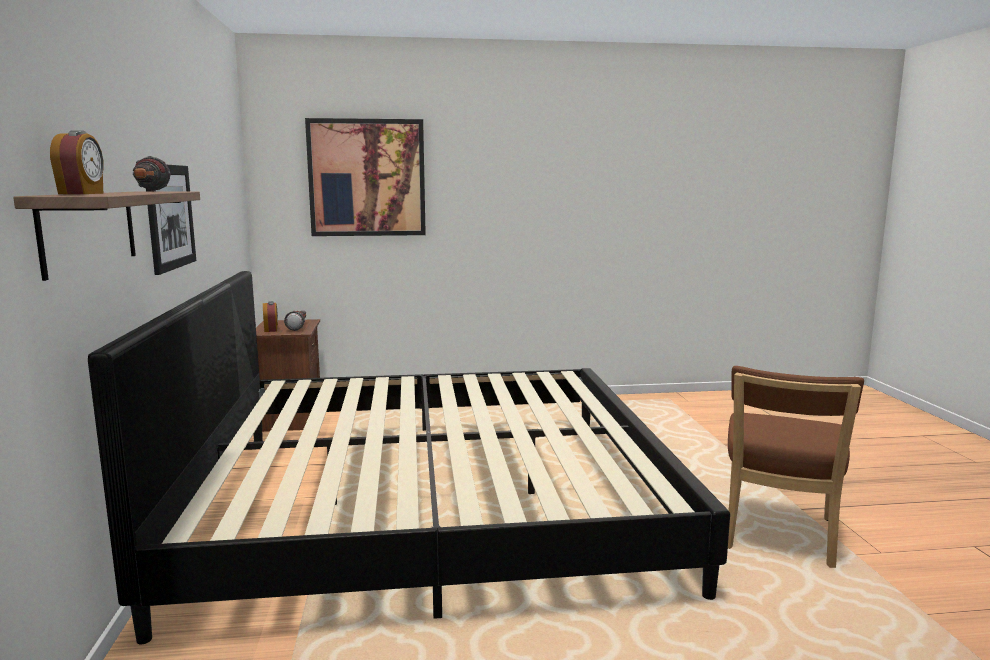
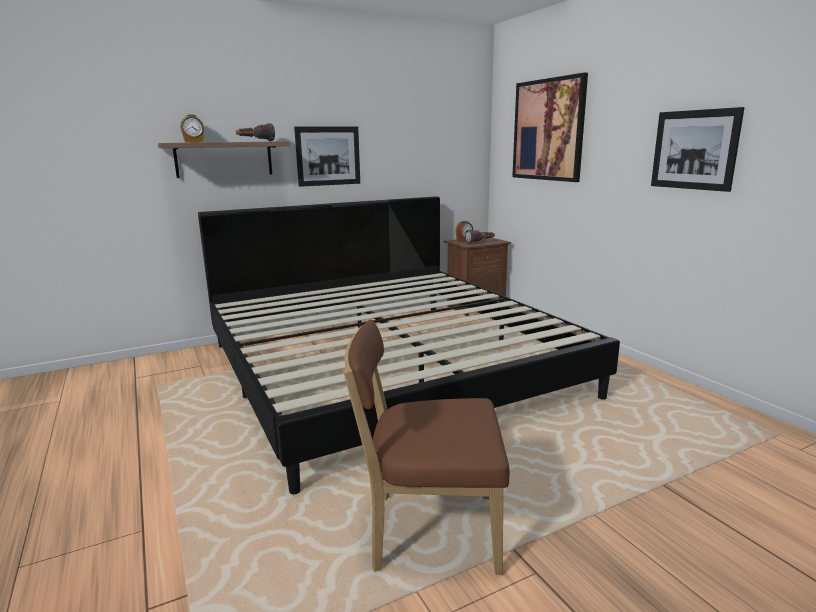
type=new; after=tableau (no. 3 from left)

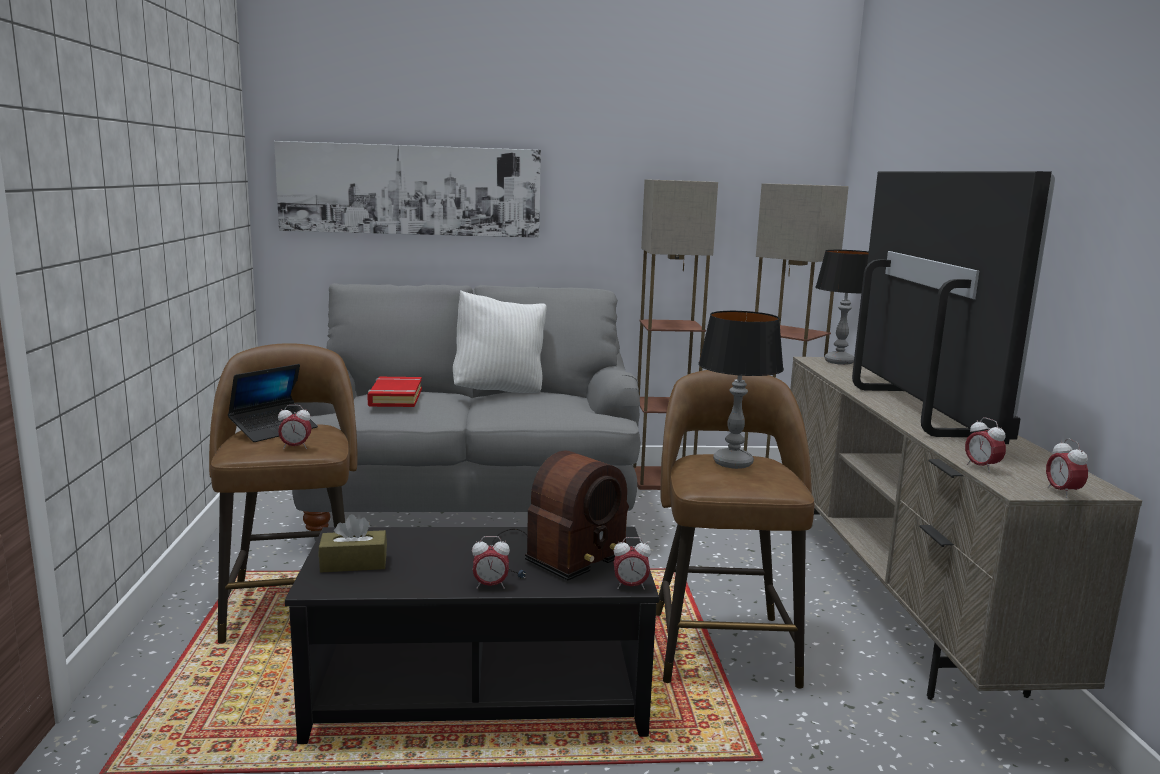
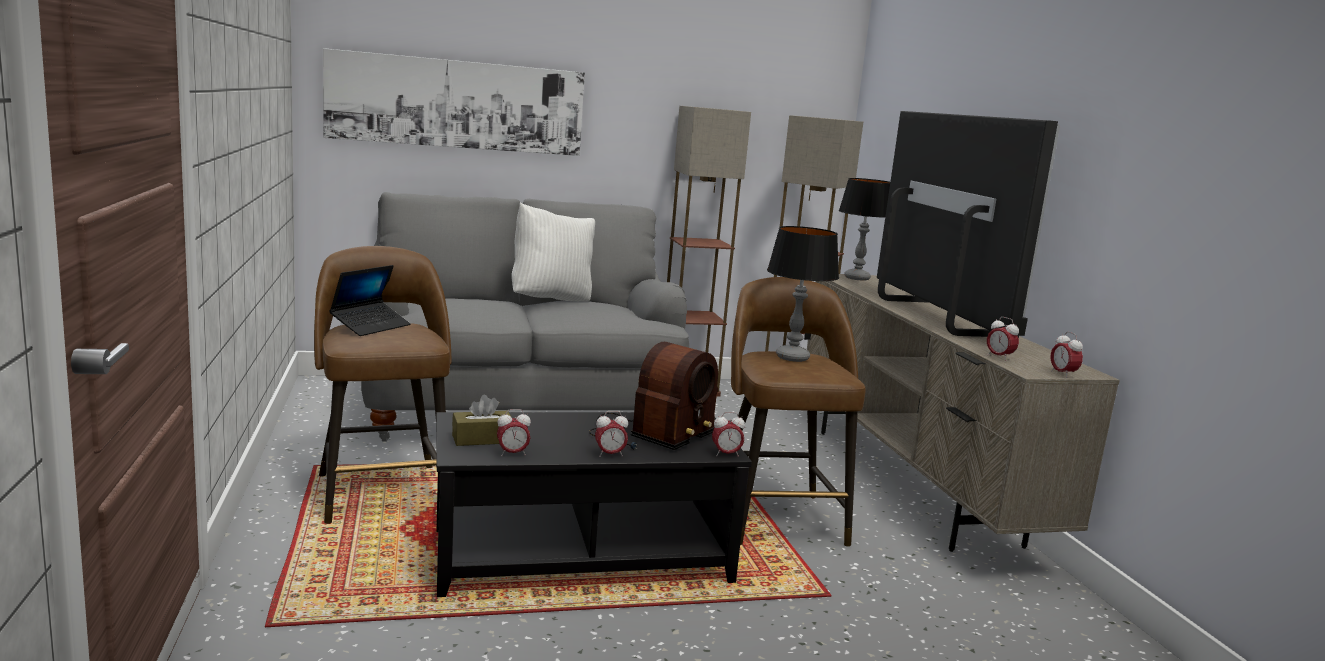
type=shifted; before=réveil (no. 1 from left)
type=gone; before=livre [rouge]

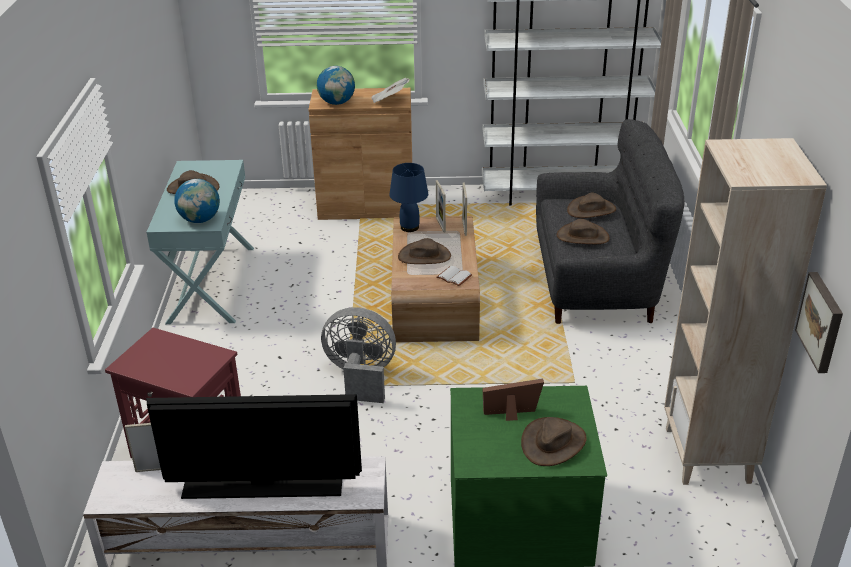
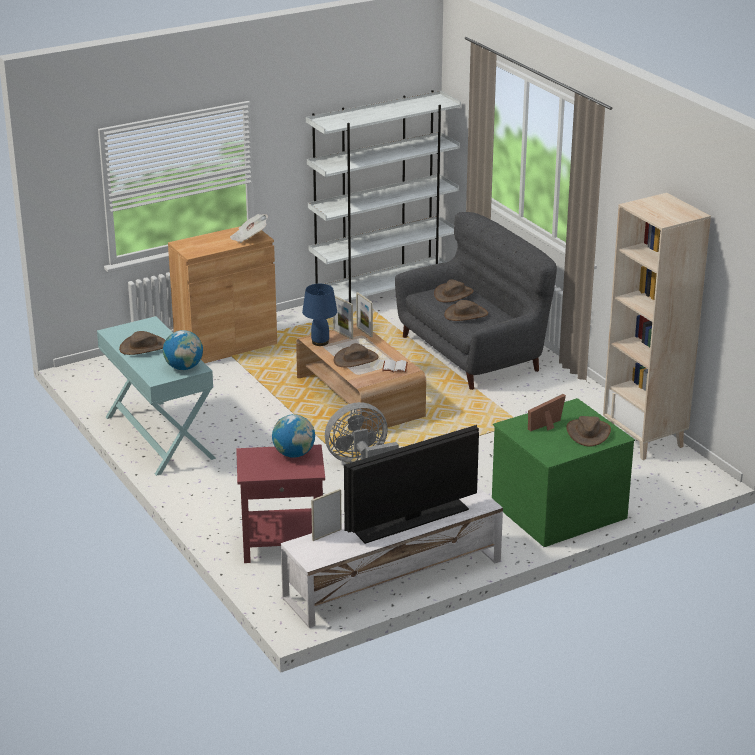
type=shifted; before=globe (no. 2 from left)
type=gone; before=tableau

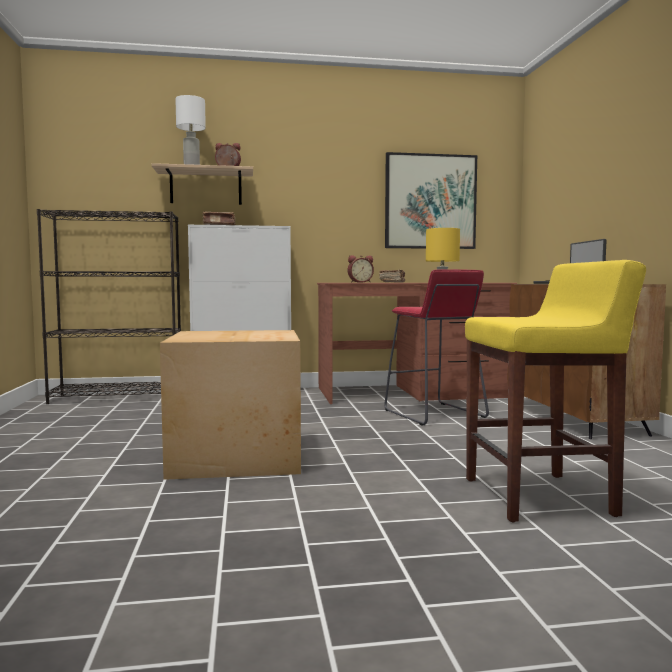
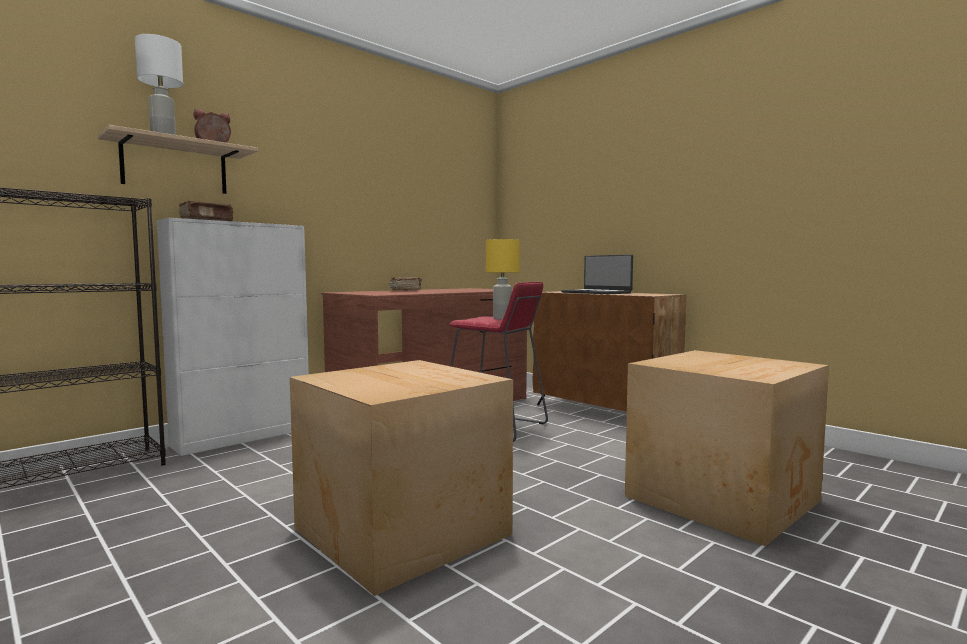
type=gone; before=réveil (no. 2 from left)
type=gone; before=tableau
type=swapped; before=tabouret [jaune]; after=carton (no. 2 from left)

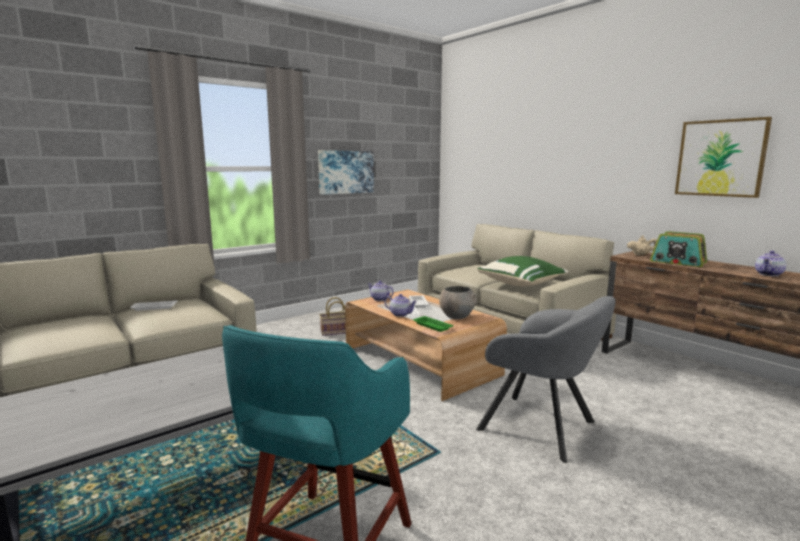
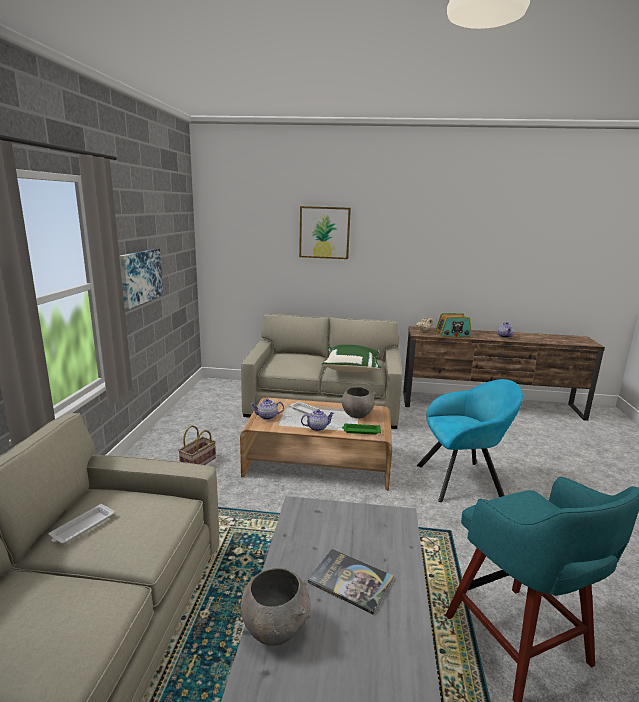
type=repainted; before=fauteuil [gris]; after=fauteuil [turquoise]
type=shifted; before=tableau (no. 2 from left)
type=new; after=bol [gris] (no. 1 from left)
type=new; after=livre

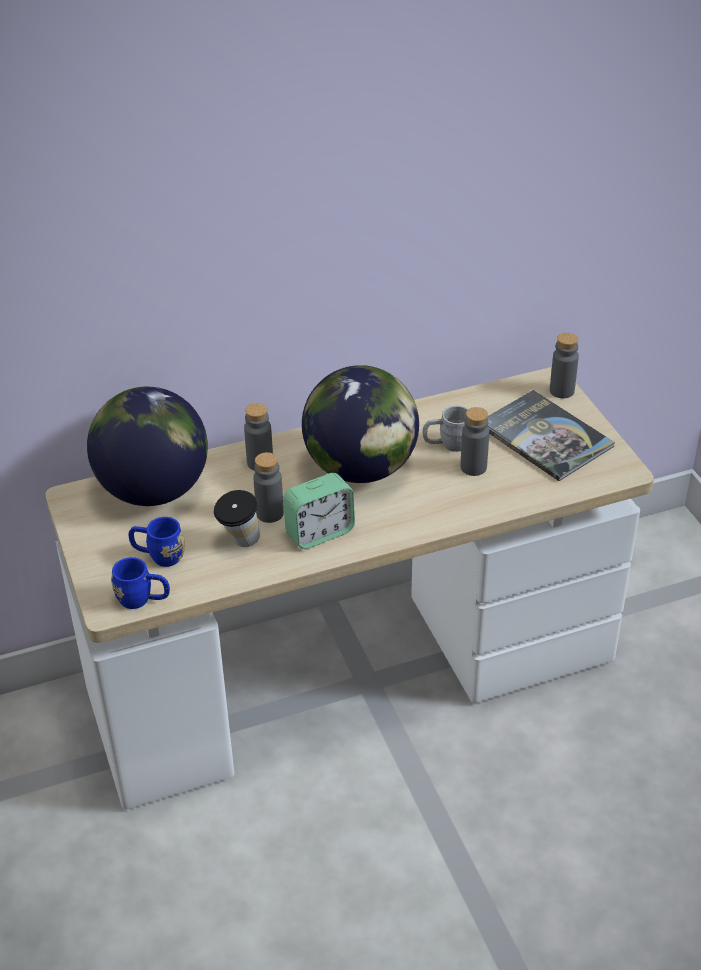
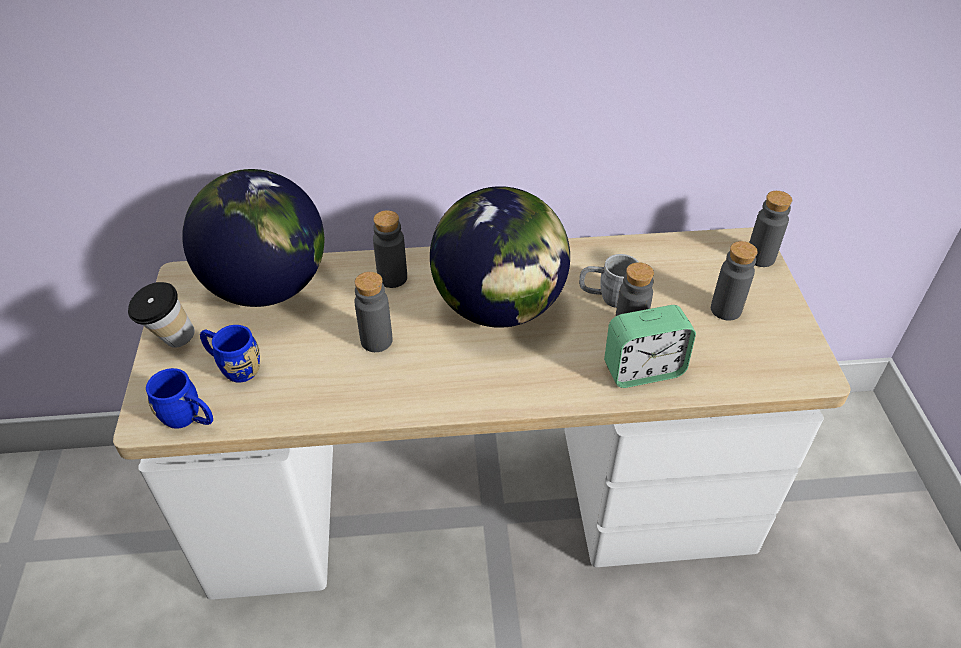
type=shifted; before=tasse
type=shifted; before=réveil
type=swapped; before=livre; after=bouteille [gris] (no. 4 from left)

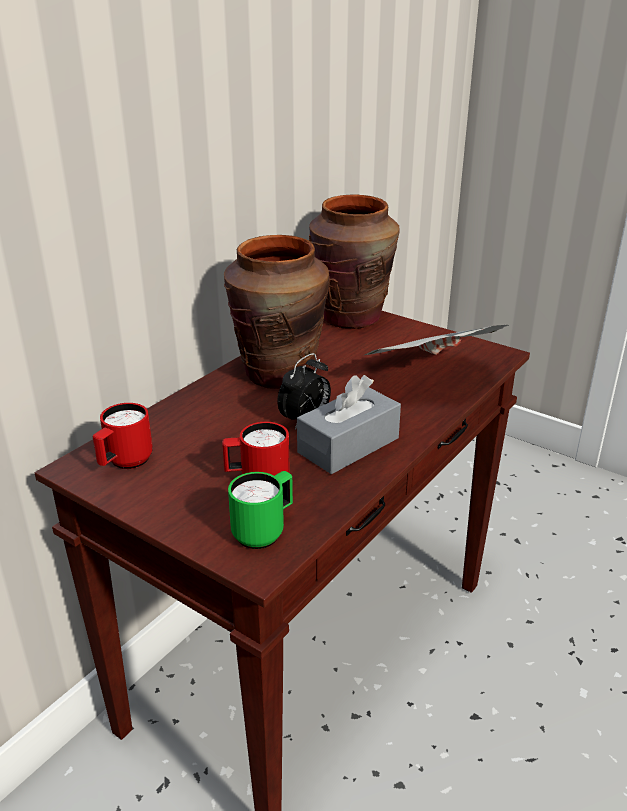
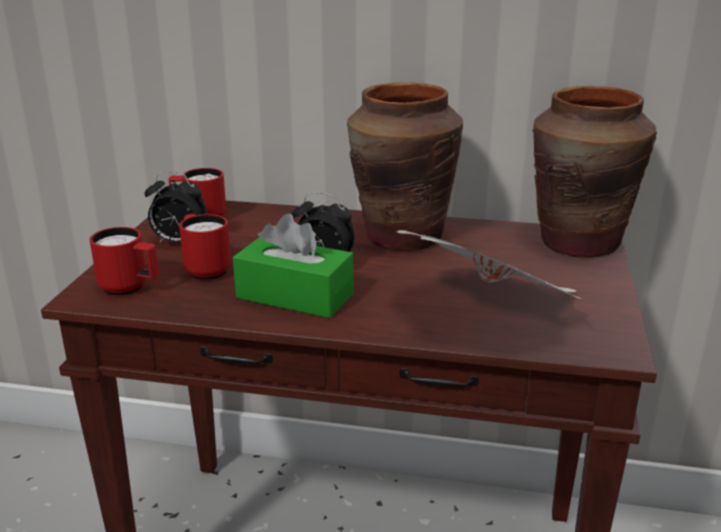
type=repainted; before=mug [vert]; after=mug [rouge] (no. 1 from left)
type=repainted; before=boîte à mouchoirs [gris]; after=boîte à mouchoirs [vert]
type=new; after=réveil (no. 1 from left)

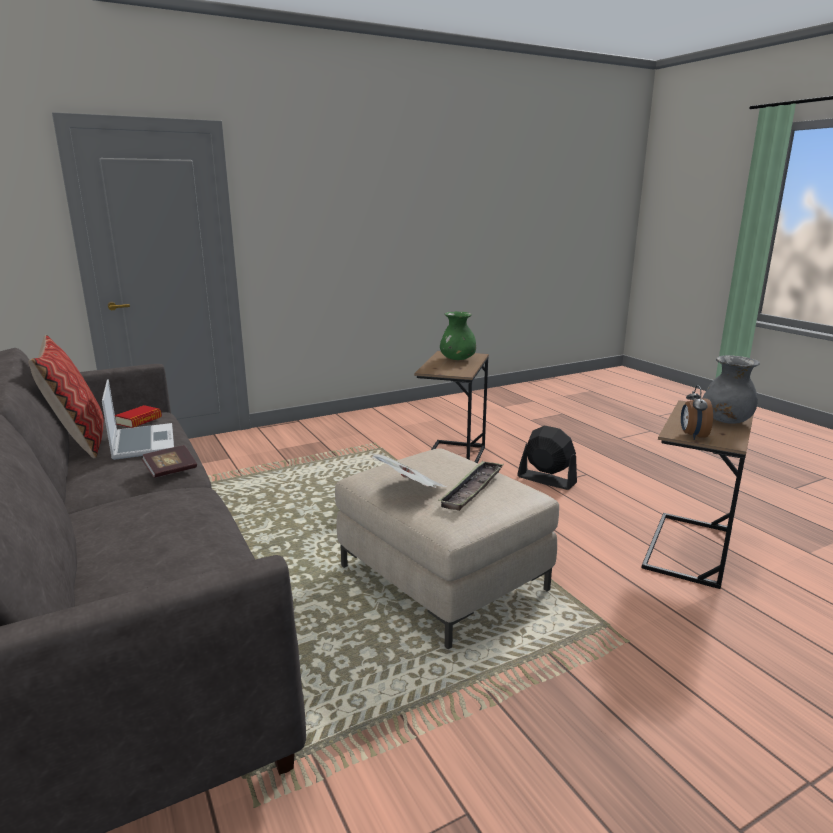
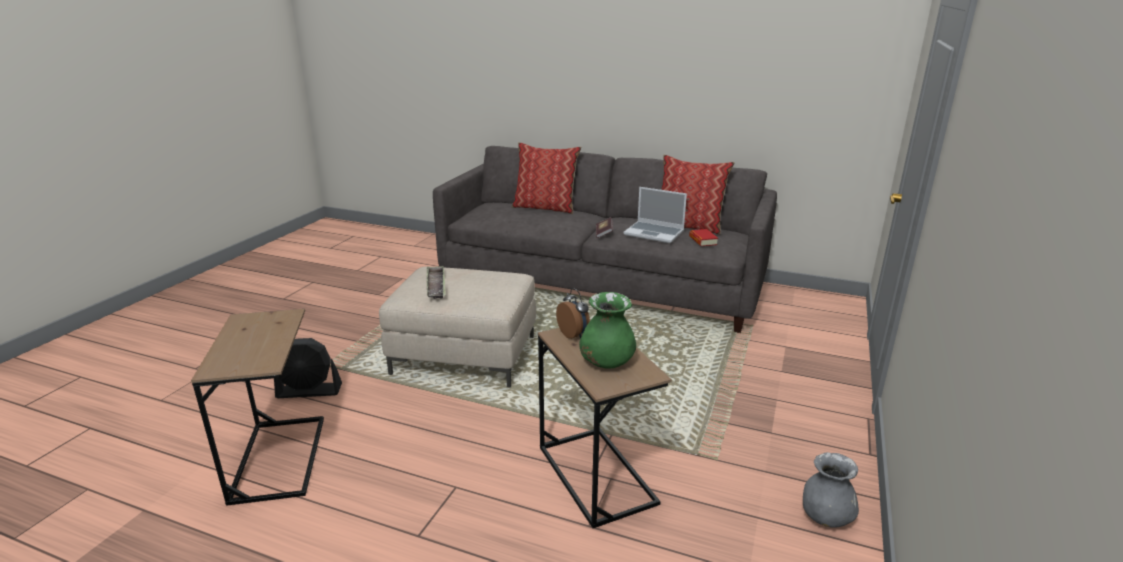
type=gone; before=journal
type=shifted; before=ventilateur [noir]
type=shifted; before=réveil
type=shifted; before=vase [gris]
type=new; after=coussin (no. 1 from left)

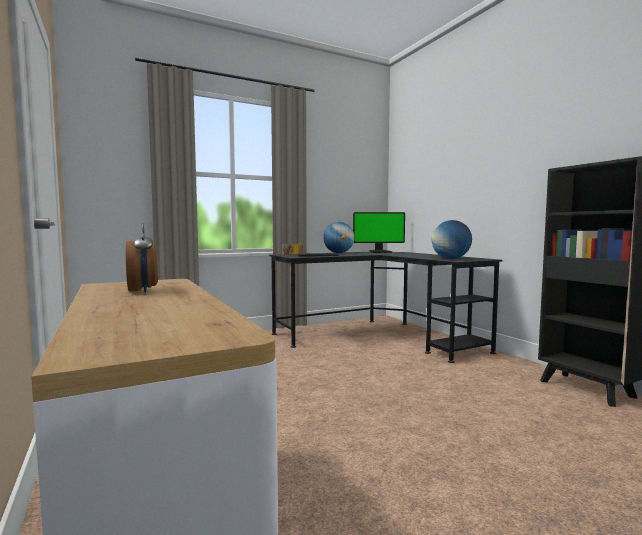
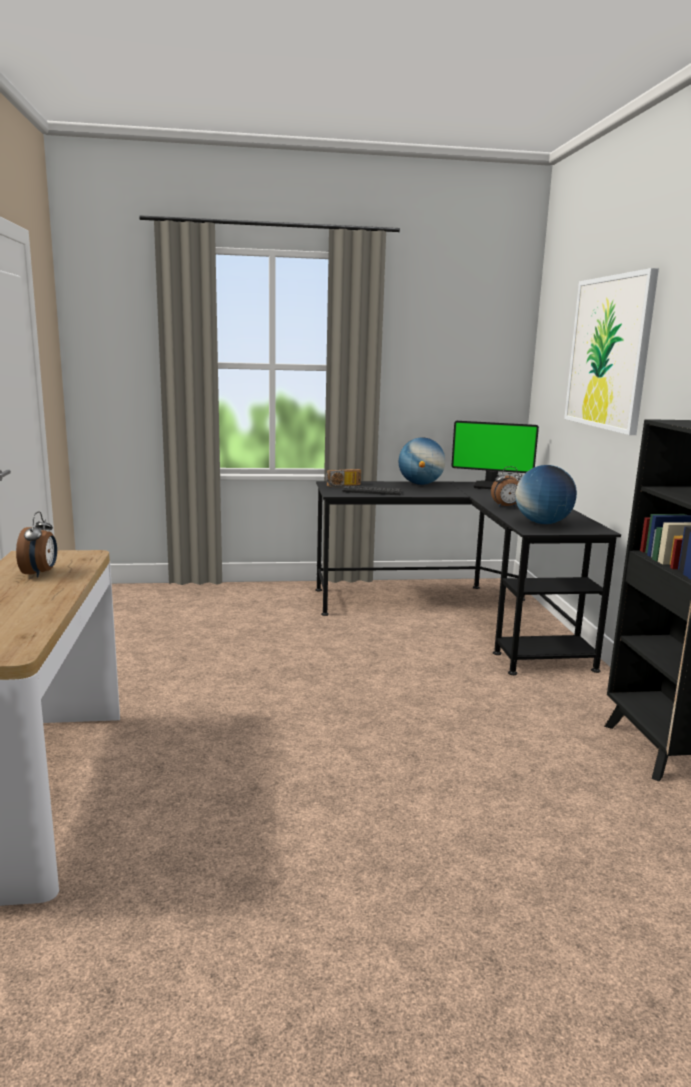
type=new; after=réveil (no. 2 from left)
type=new; after=tableau

